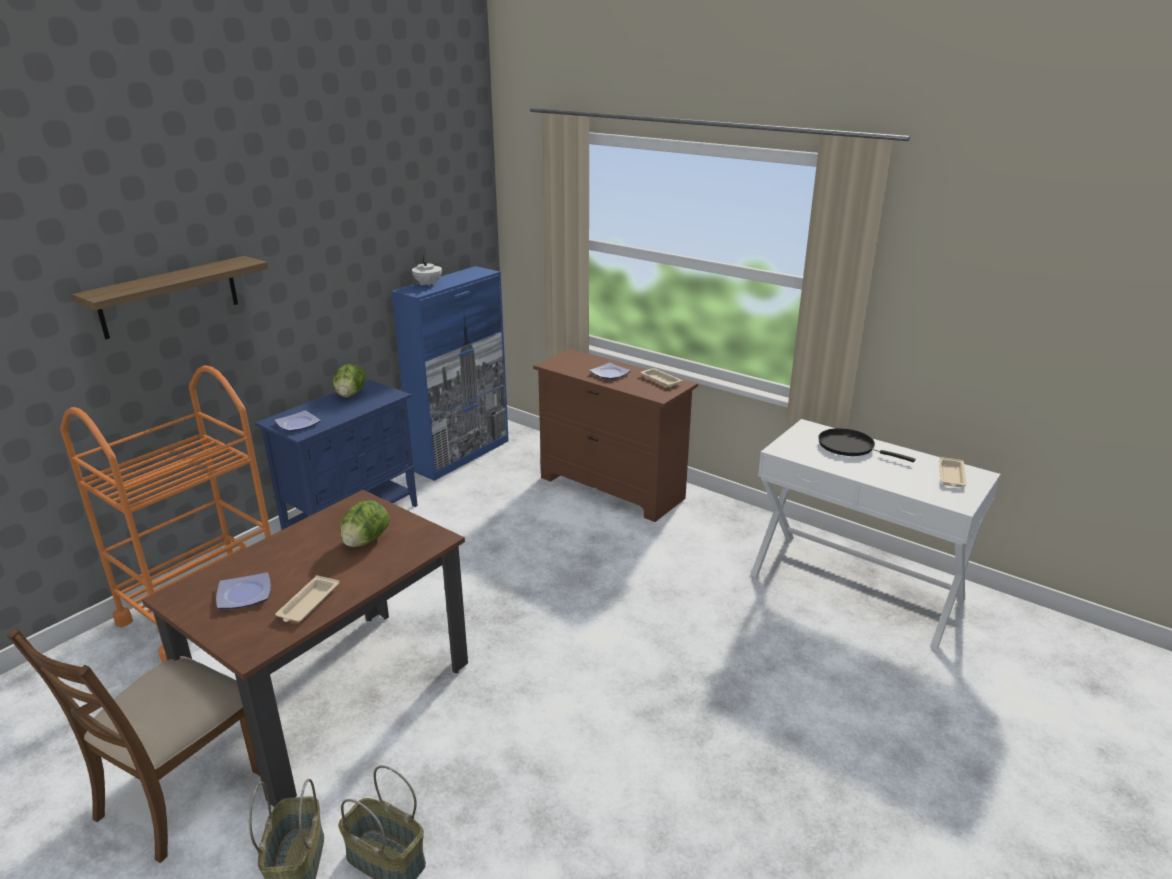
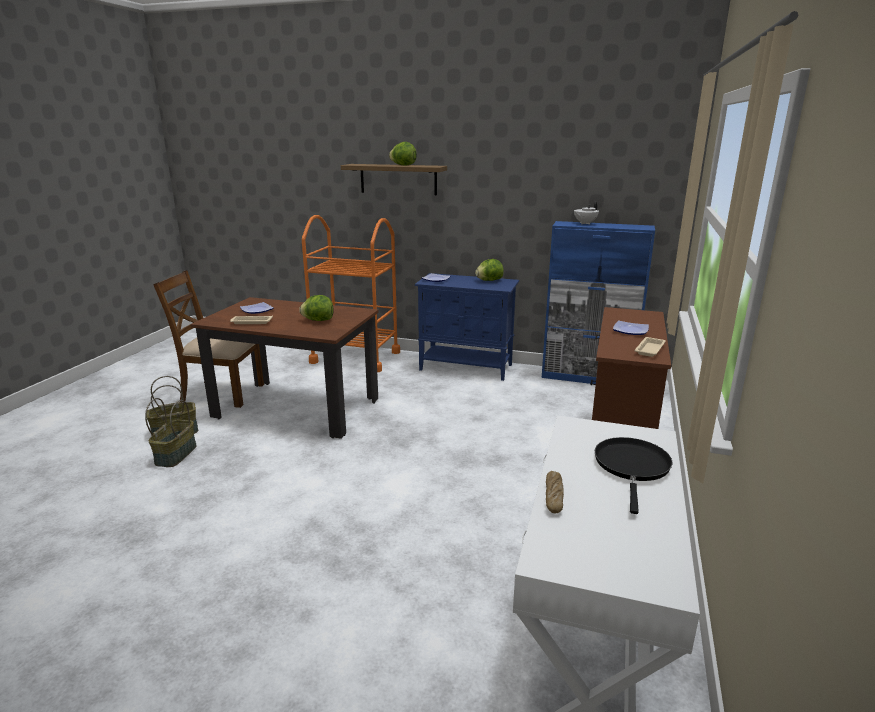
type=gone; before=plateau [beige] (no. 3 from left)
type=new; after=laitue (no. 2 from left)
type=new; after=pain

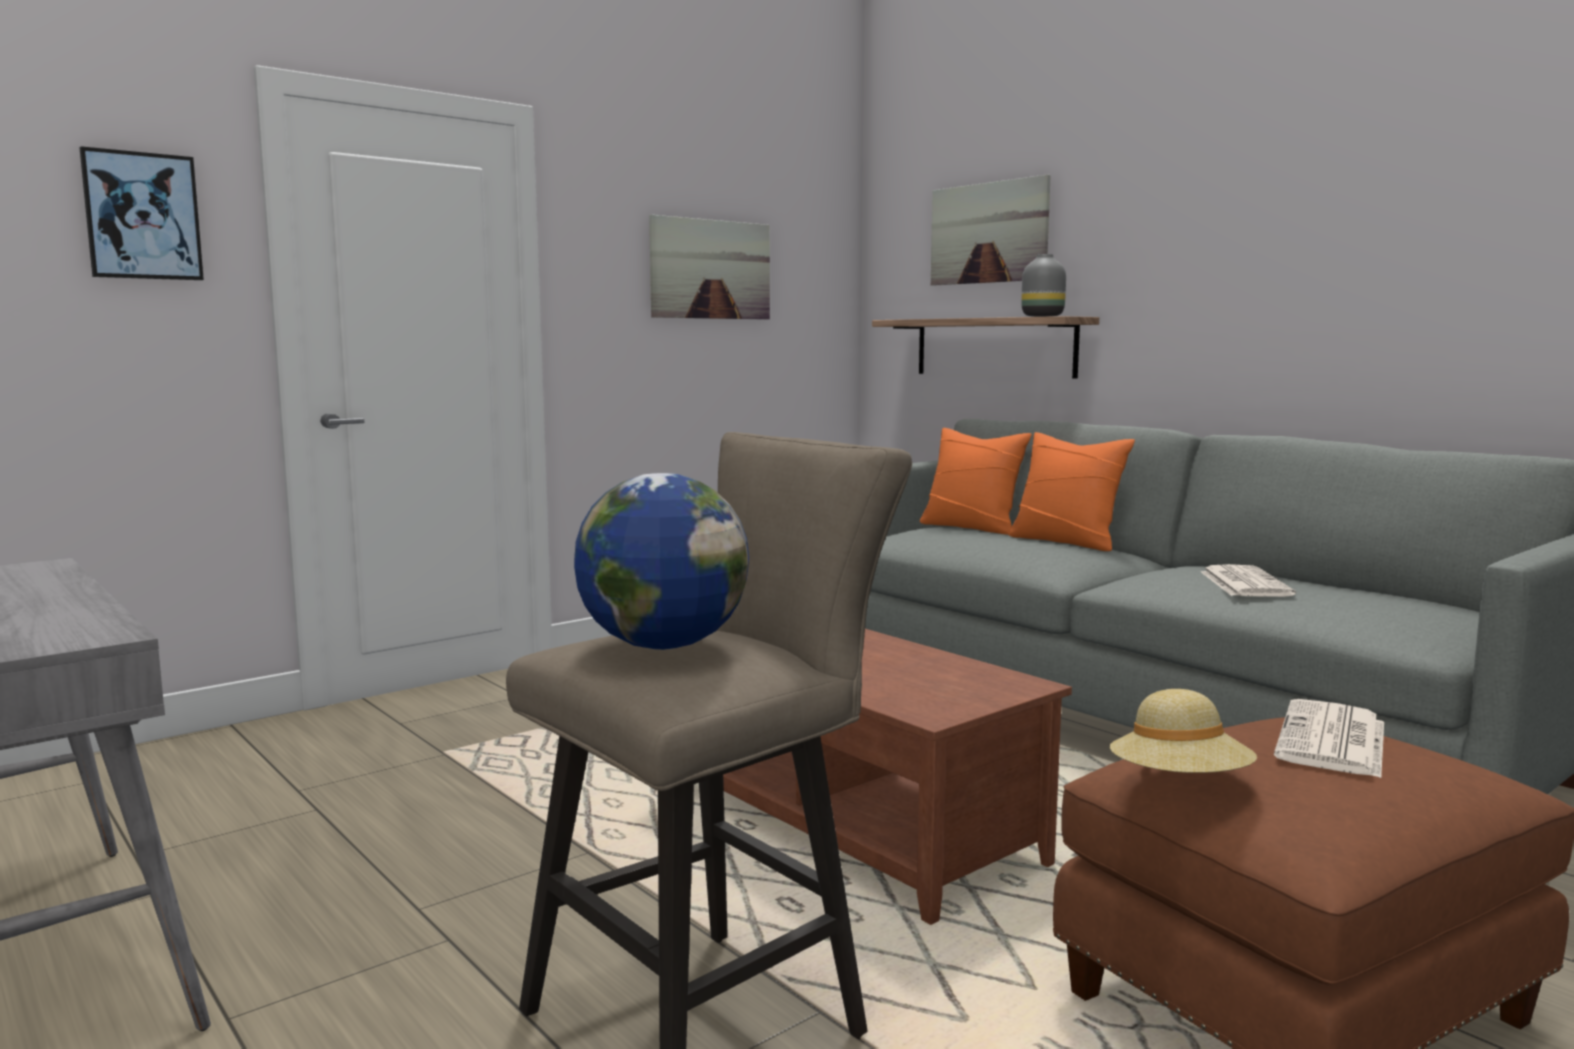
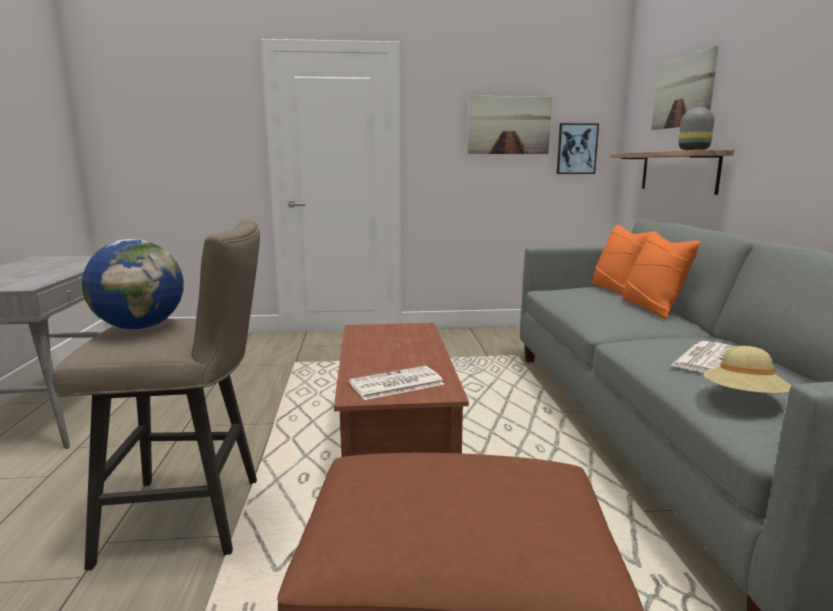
type=shifted; before=tableau (no. 1 from left in the first image); after=tableau (no. 2 from left)
type=shifted; before=chapeau [beige]
type=shifted; before=journal (no. 2 from left in the first image); after=journal (no. 1 from left)

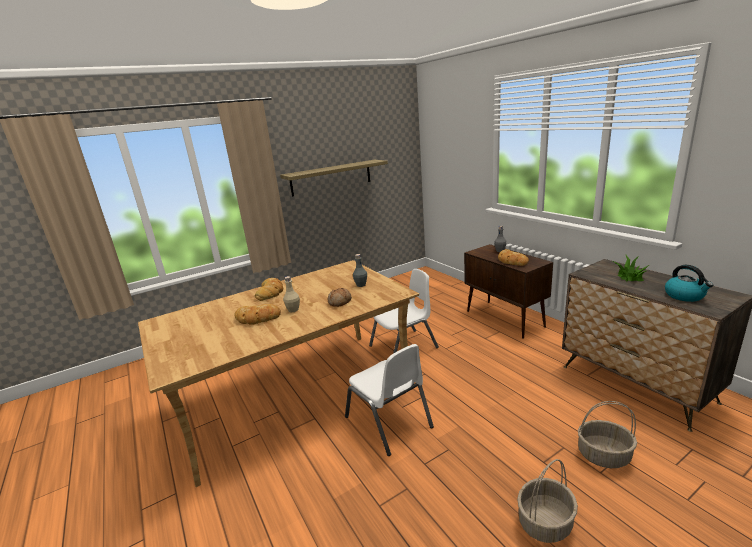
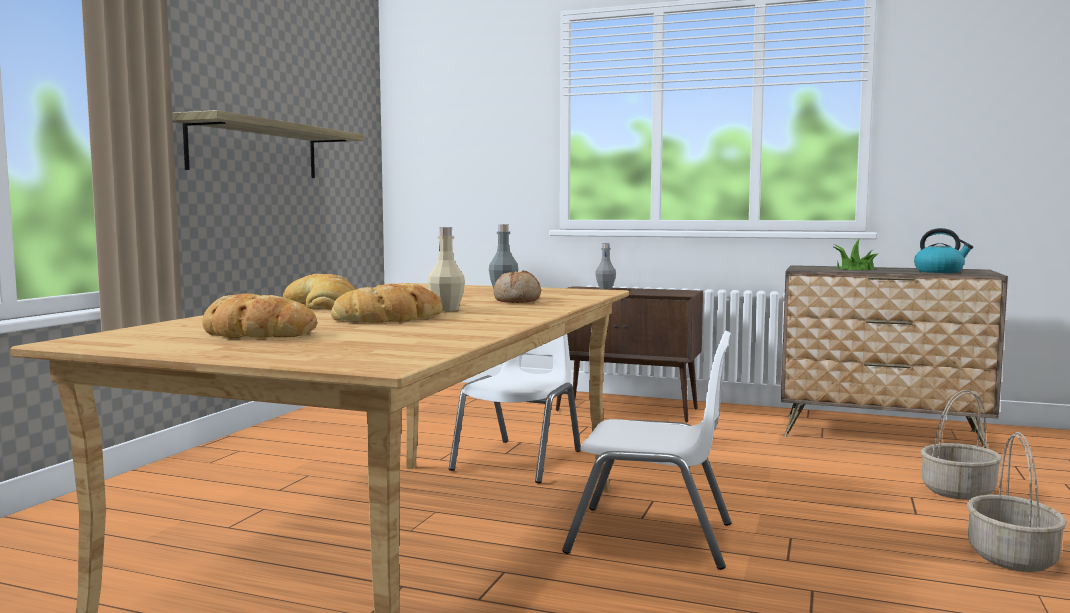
type=shifted; before=pain (no. 4 from left in the first image); after=pain (no. 1 from left)

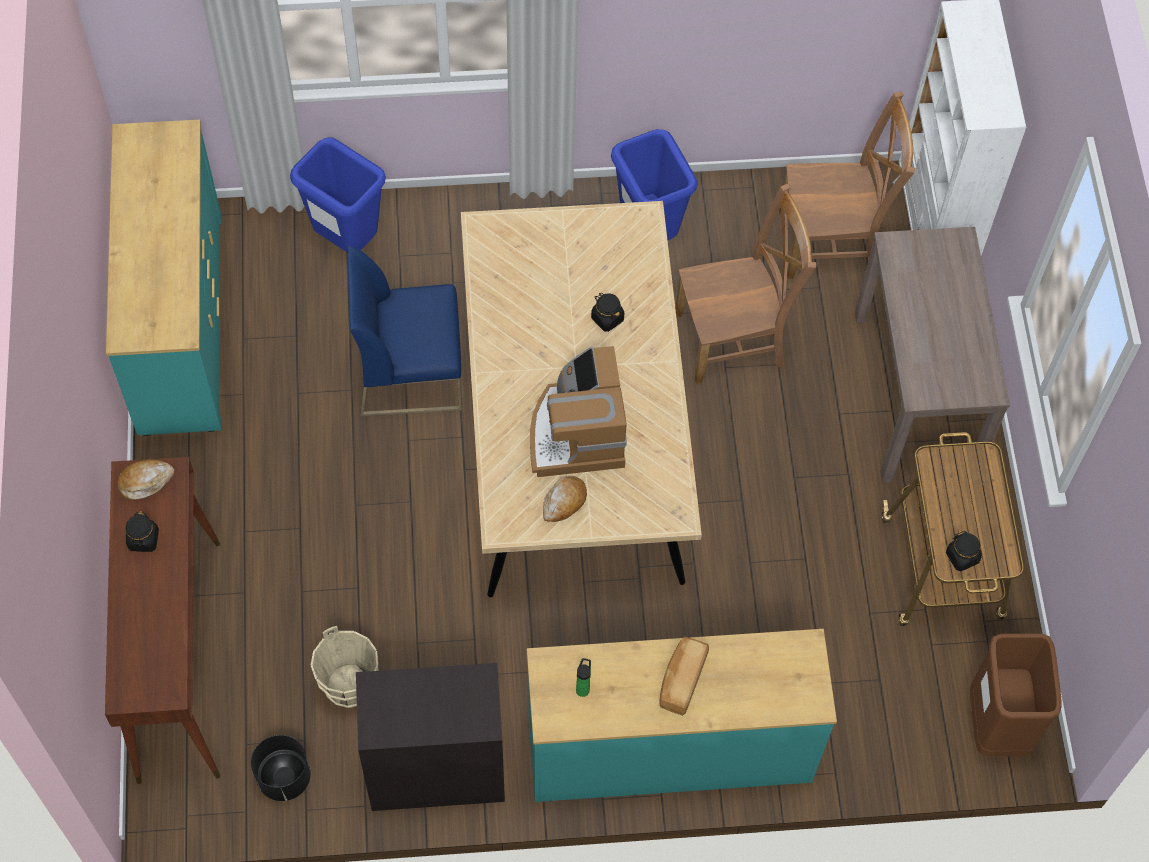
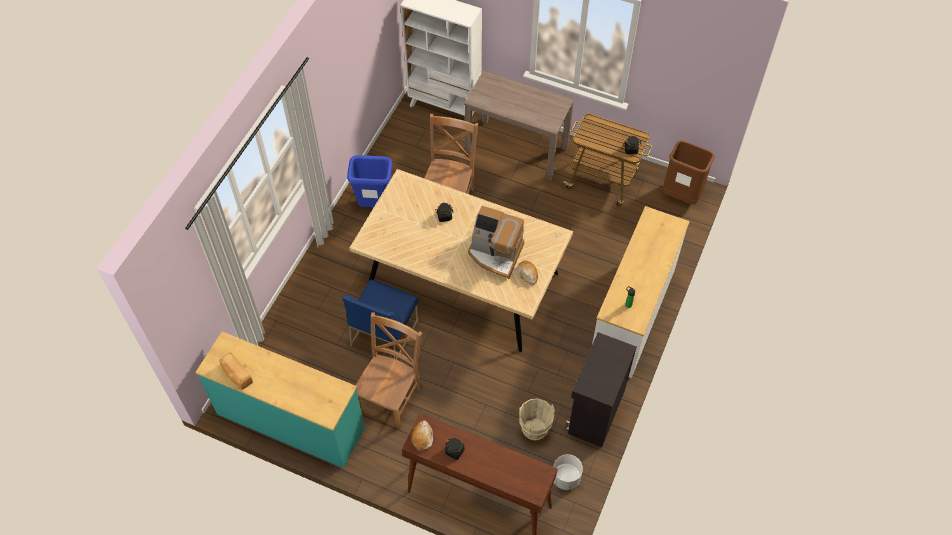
type=repainted; before=cache-pot [noir]; after=cache-pot [blanc]
type=gone; before=poubelle [bleu] (no. 1 from left)
type=repainted; before=commode [turquoise] (no. 2 from left); after=commode [blanc]
type=shifted; before=pain (no. 3 from left in the first image); after=pain (no. 1 from left)
type=shifted; before=chaise [marron] (no. 2 from left in the first image); after=chaise [marron] (no. 1 from left)

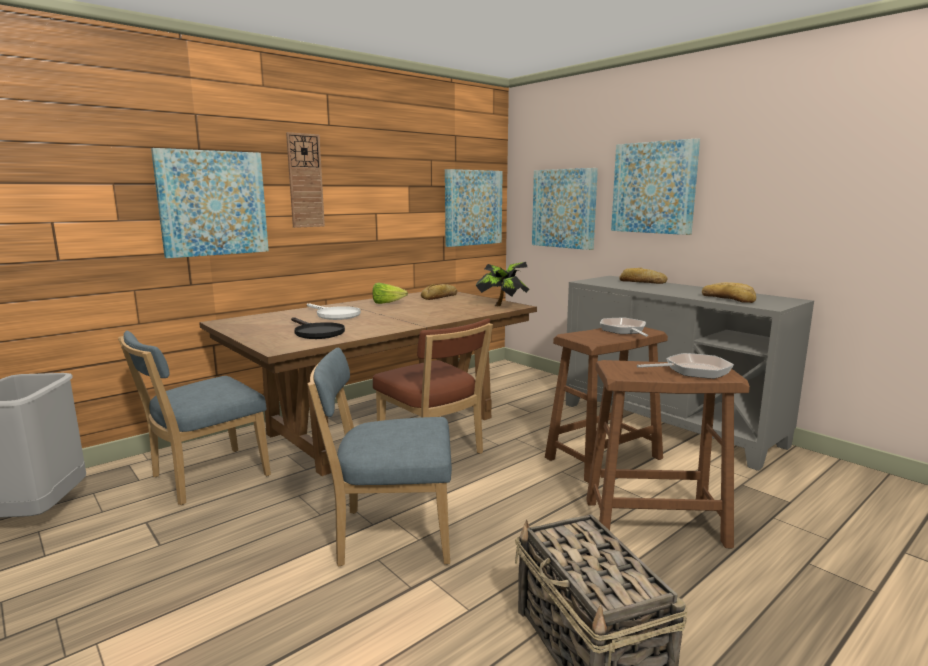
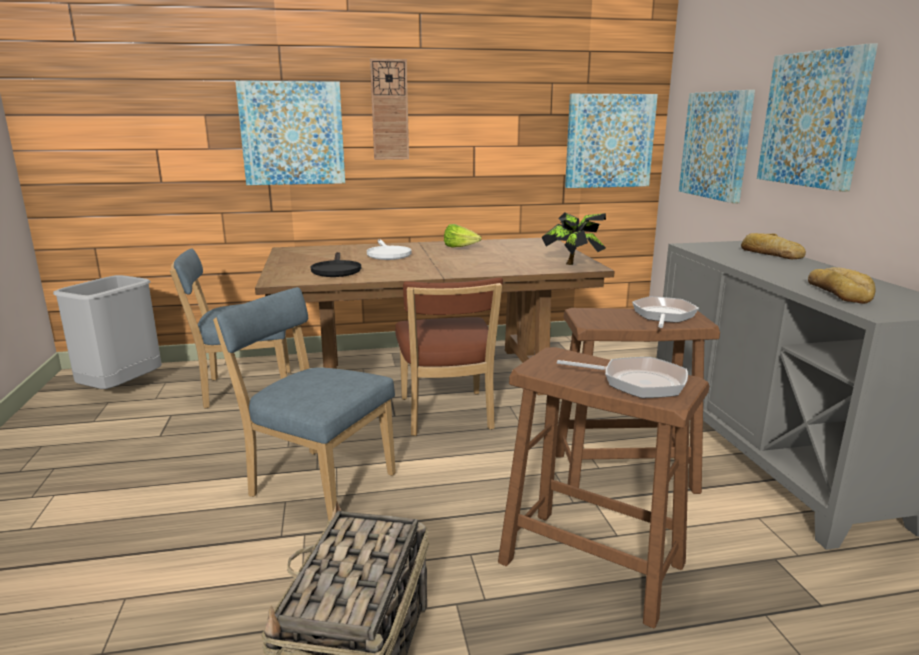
type=gone; before=pain (no. 1 from left)

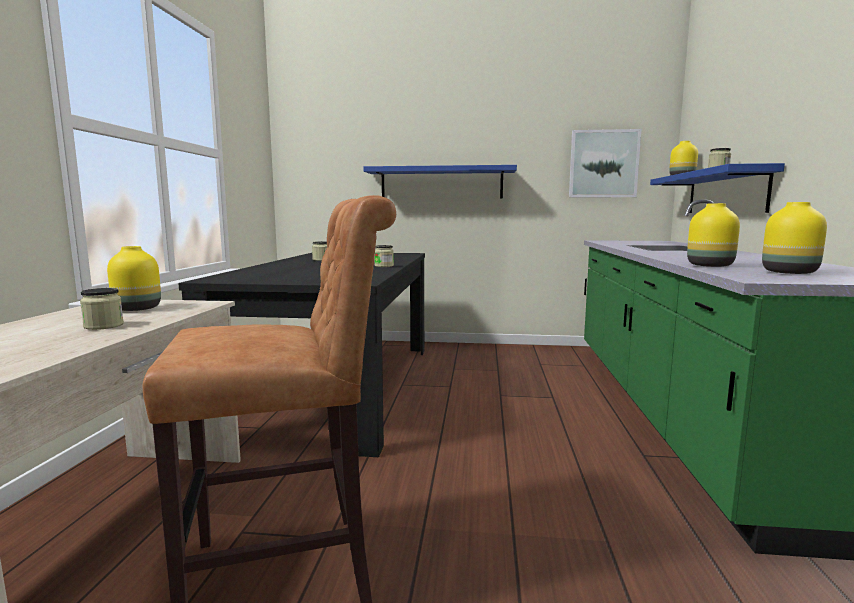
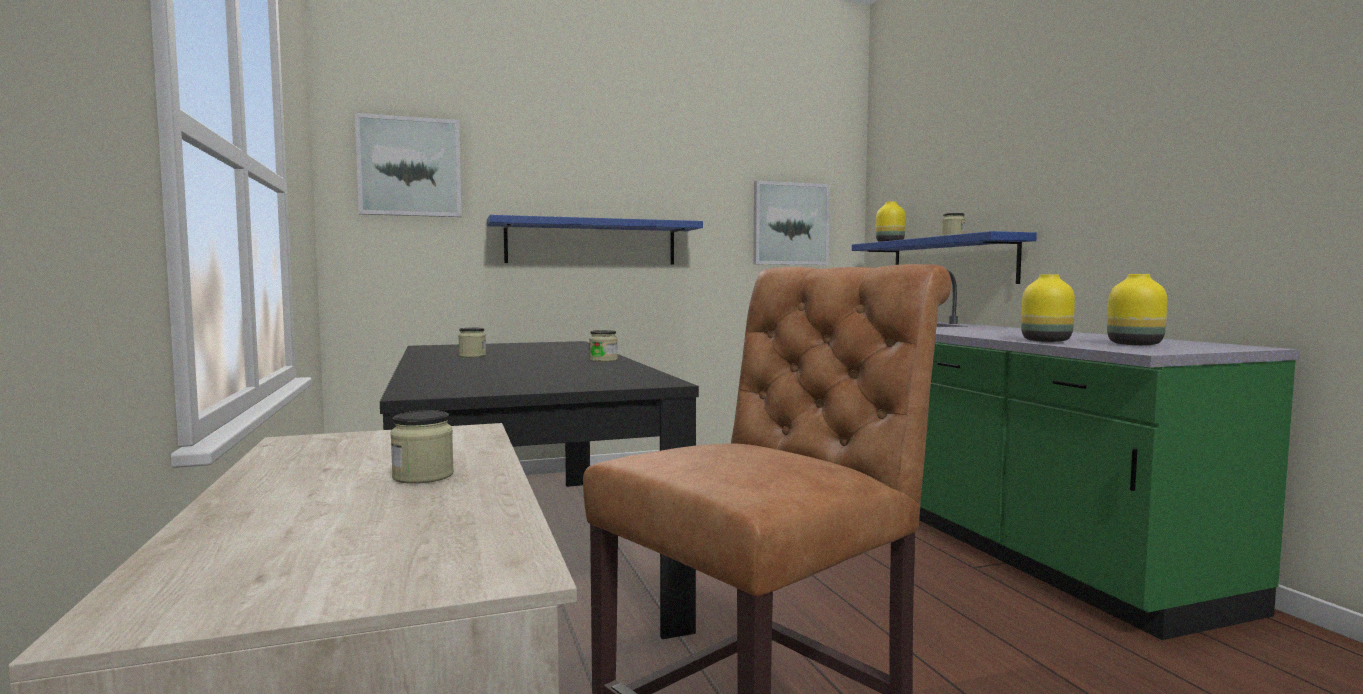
type=gone; before=vase [jaune] (no. 1 from left)
type=new; after=tableau (no. 1 from left)

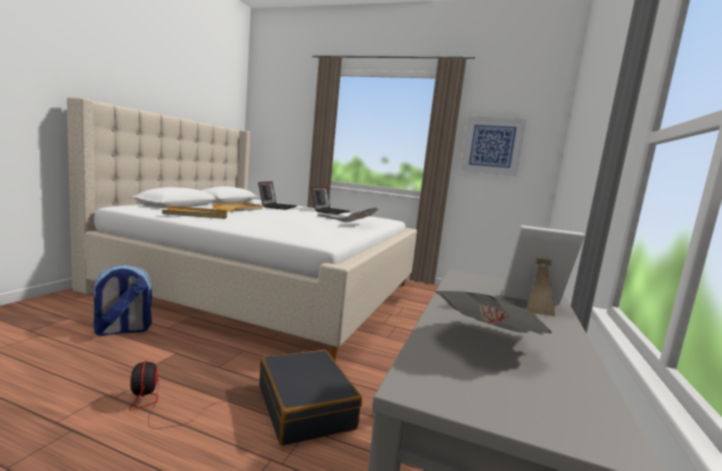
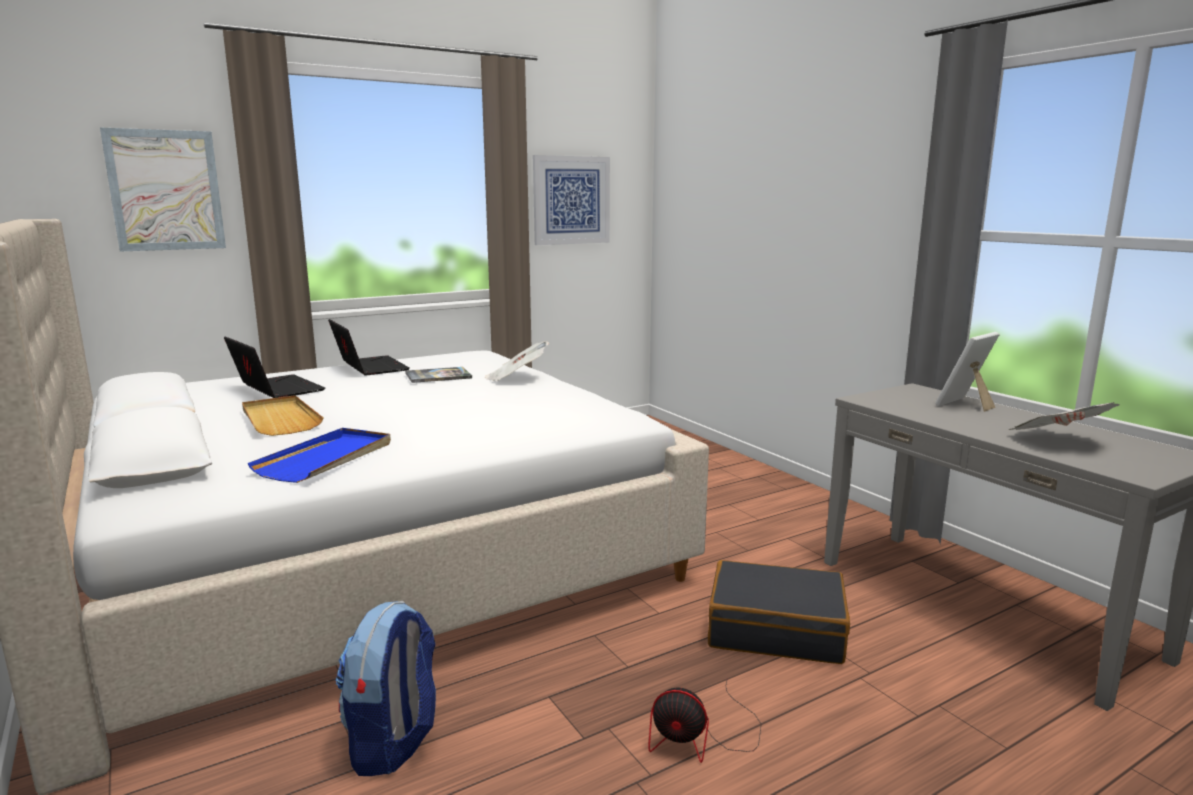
type=repainted; before=plateau [beige] (no. 1 from left); after=plateau [bleu]
type=new; after=tableau (no. 1 from left)

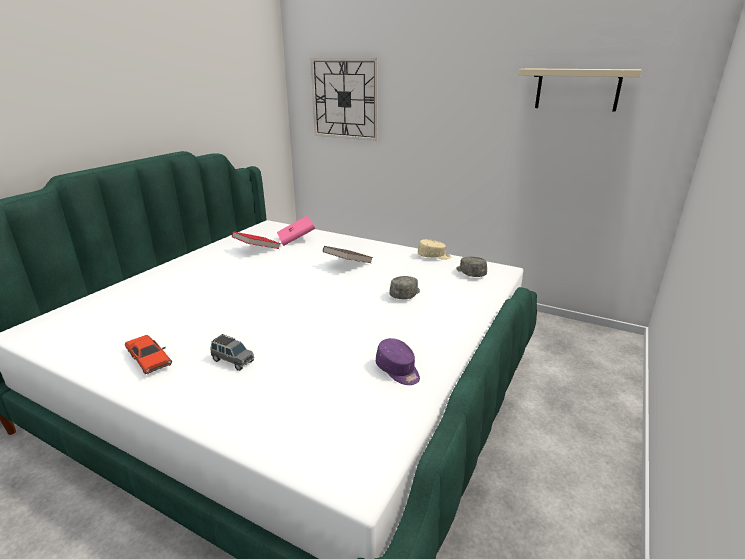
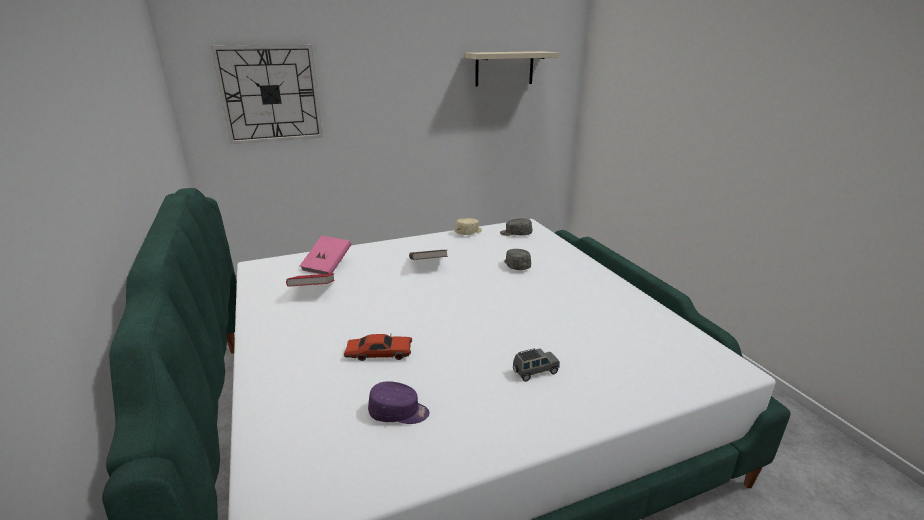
type=shifted; before=petite voiture [rouge]
type=shifted; before=casquette [violet]

